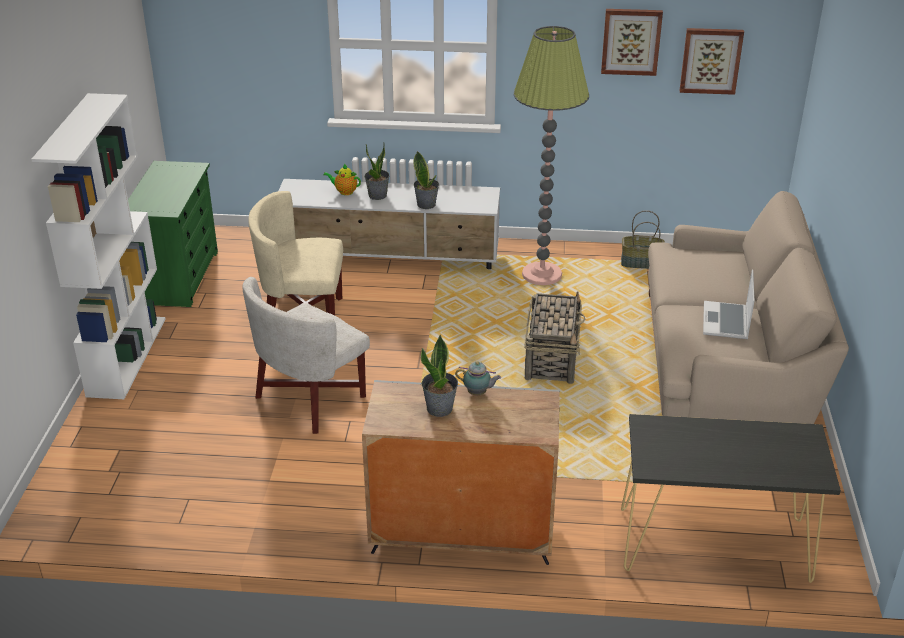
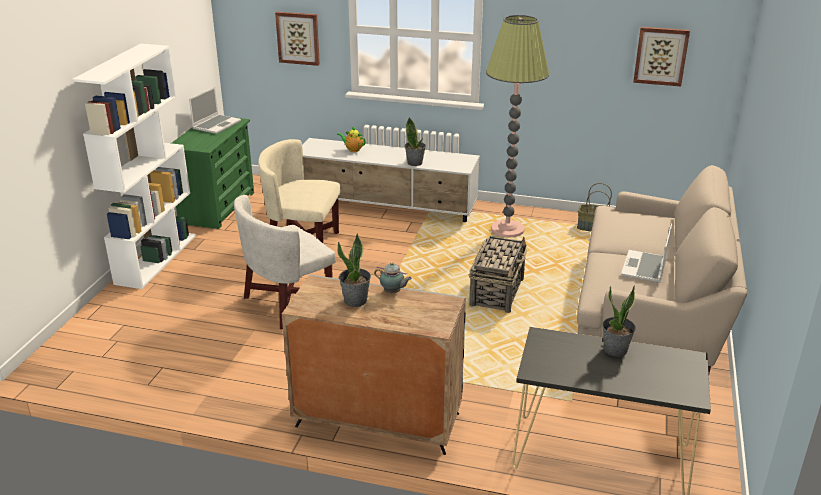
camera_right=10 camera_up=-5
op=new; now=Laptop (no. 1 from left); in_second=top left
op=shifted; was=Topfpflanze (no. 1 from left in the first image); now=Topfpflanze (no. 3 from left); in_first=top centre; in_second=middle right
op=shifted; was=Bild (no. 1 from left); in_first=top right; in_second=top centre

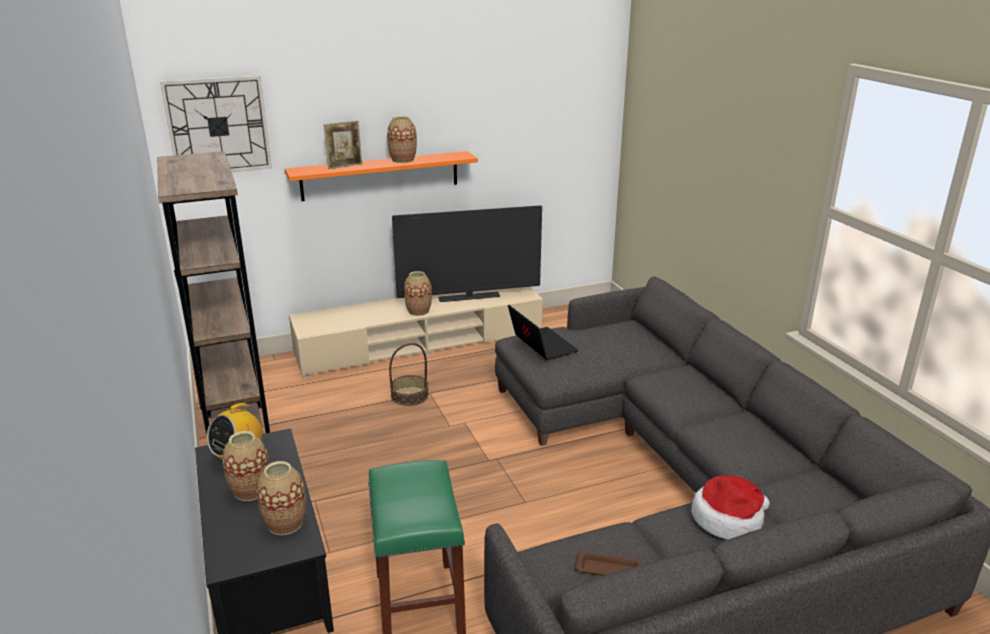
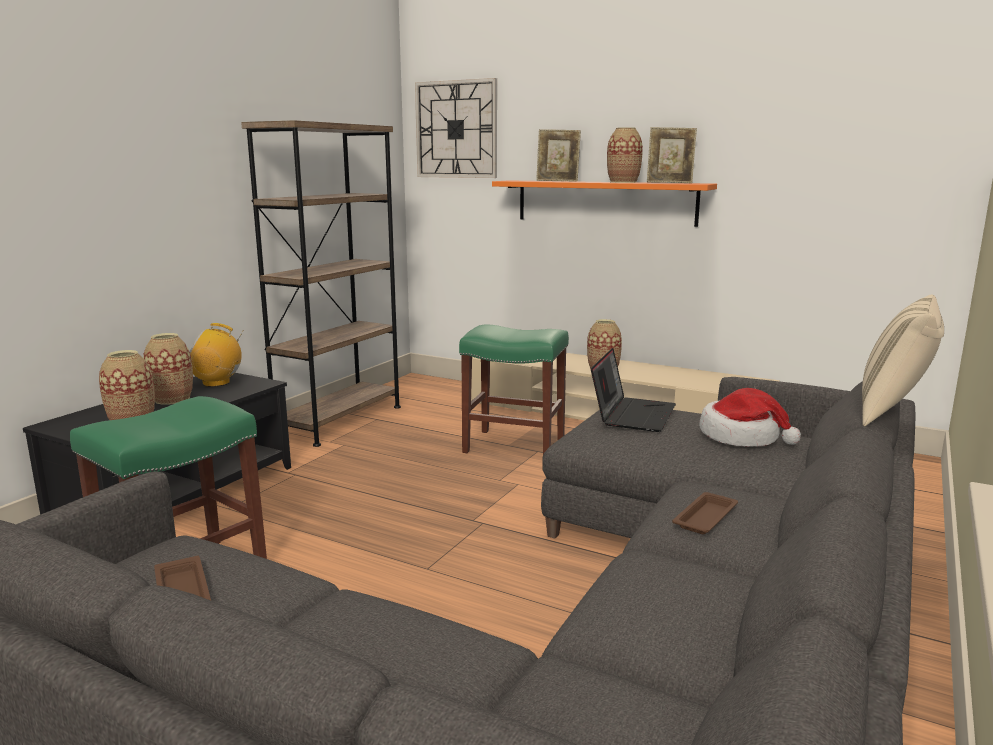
camera_right=50 camera_up=-10
op=gone; was=Fernseher; in_first=centre
op=new; now=Bilderrahmen (no. 2 from left); in_second=top right
op=new; now=Tablett (braun) (no. 2 from left); in_second=bottom right
op=new; now=Kissen (beige); in_second=middle right
op=shifted; was=Hut; in_first=bottom right; in_second=middle right
op=swapped; was=Korb; now=Hocker (grün) (no. 2 from left); in_first=centre; in_second=centre

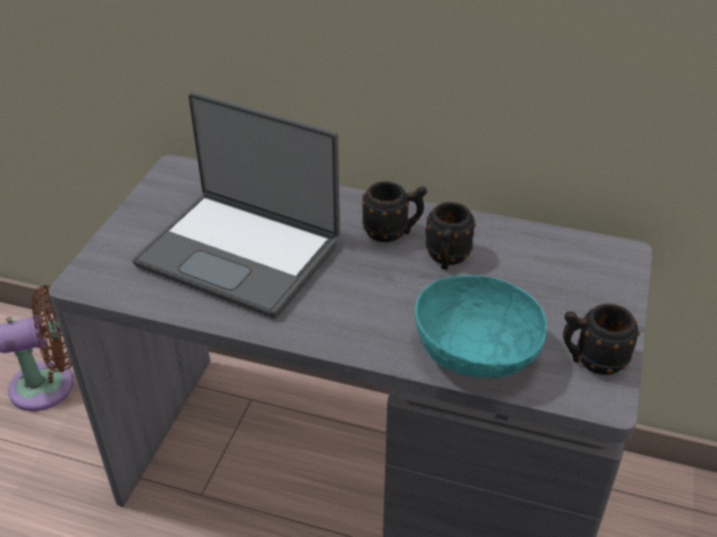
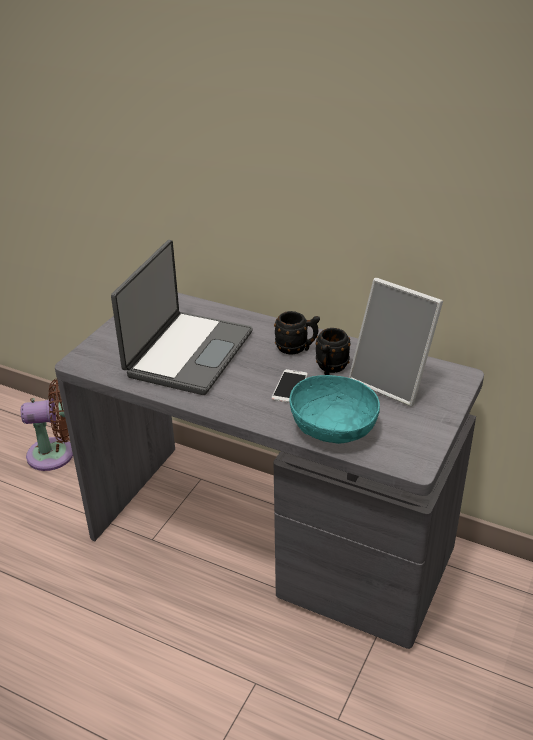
camera_right=10 camera_up=-5
op=gone; was=Henkelbecher (schwarz) (no. 3 from left); in_first=middle right
op=new; now=Handy; in_second=centre
op=new; now=Bilderrahmen; in_second=middle right
op=rotated; was=Laptop; in_first=middle left; in_second=centre; clockwise=-105

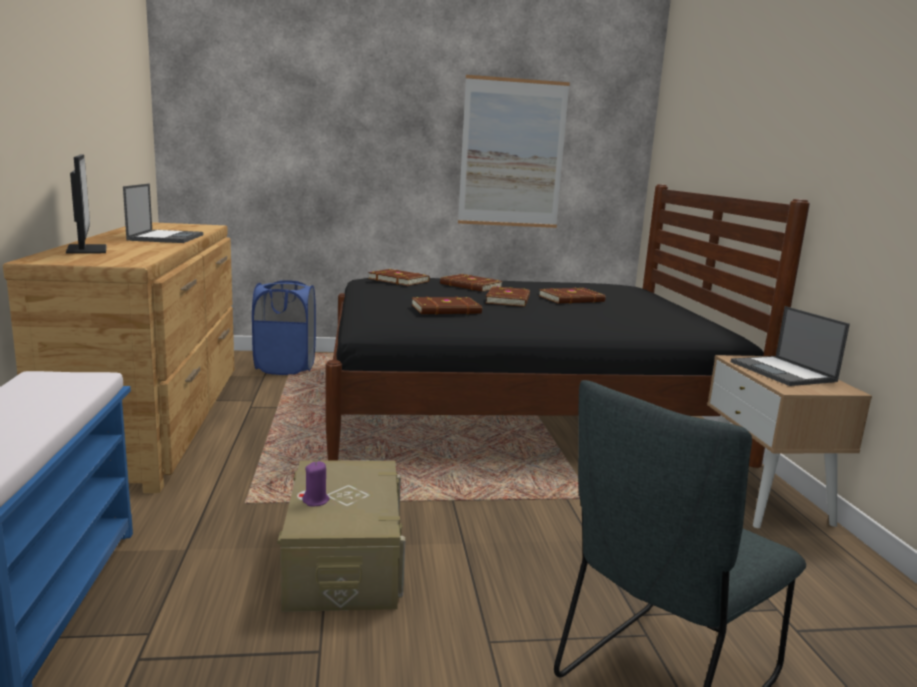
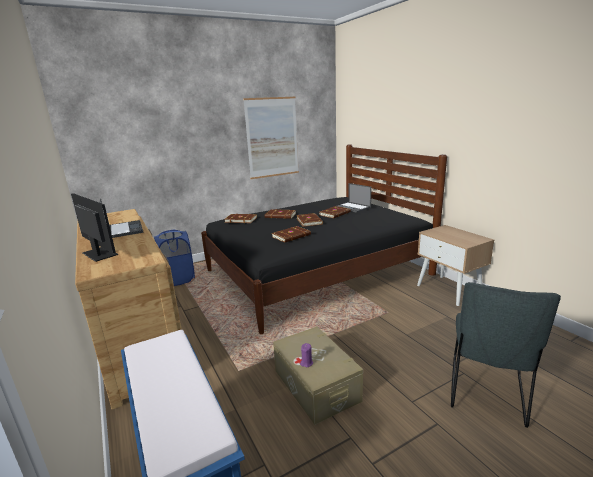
camera_right=-20 camera_up=5
op=shifted; was=Laptop (no. 2 from left); in_first=middle right; in_second=centre

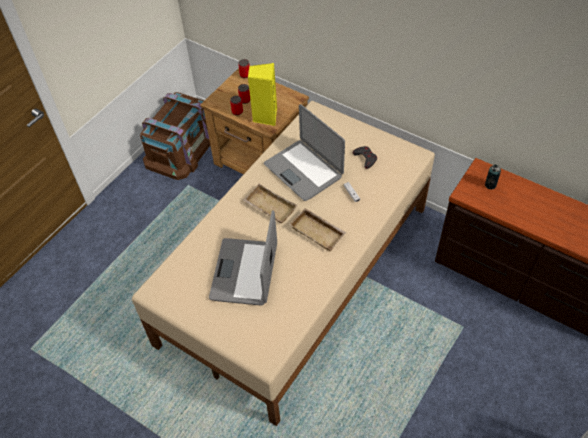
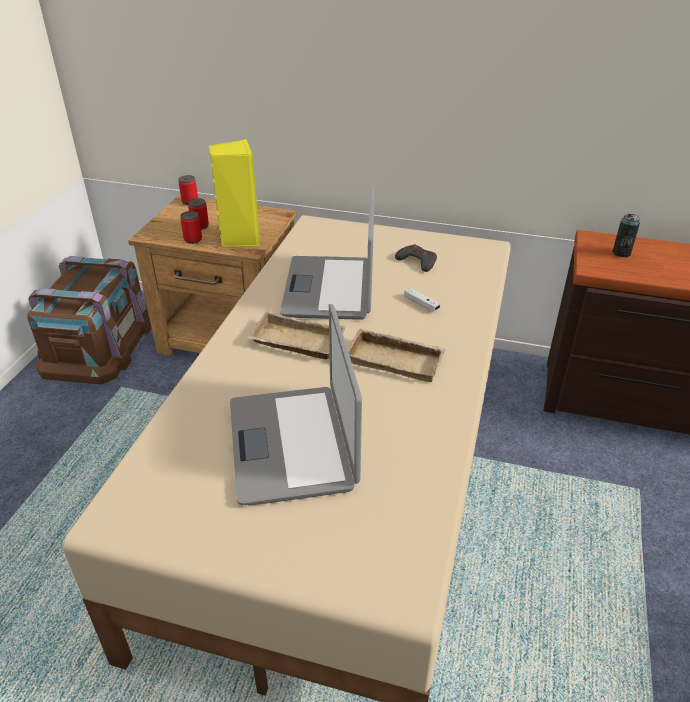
camera_right=-20 camera_up=-15
op=rotated; was=Laptop (no. 2 from left); in_first=centre; in_second=centre; clockwise=60

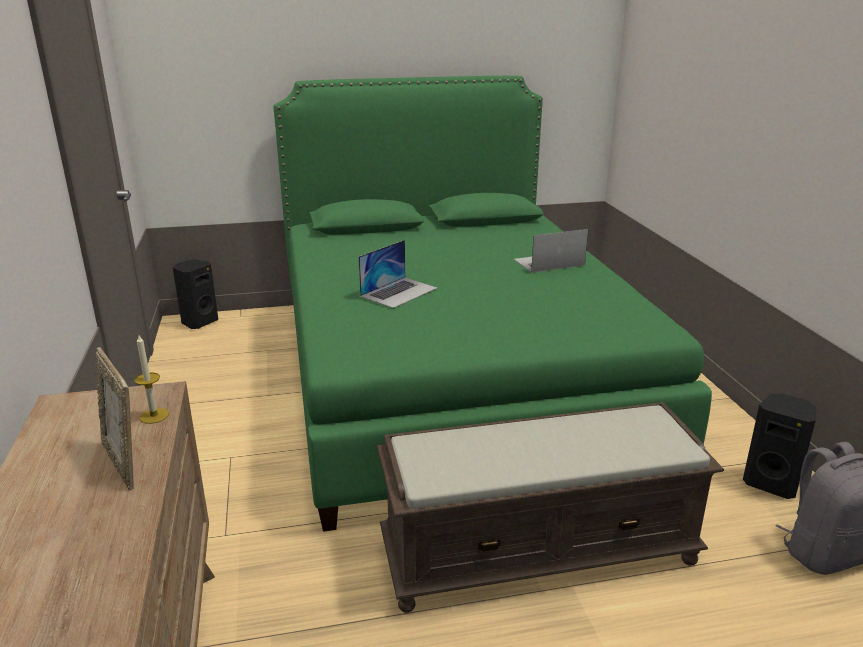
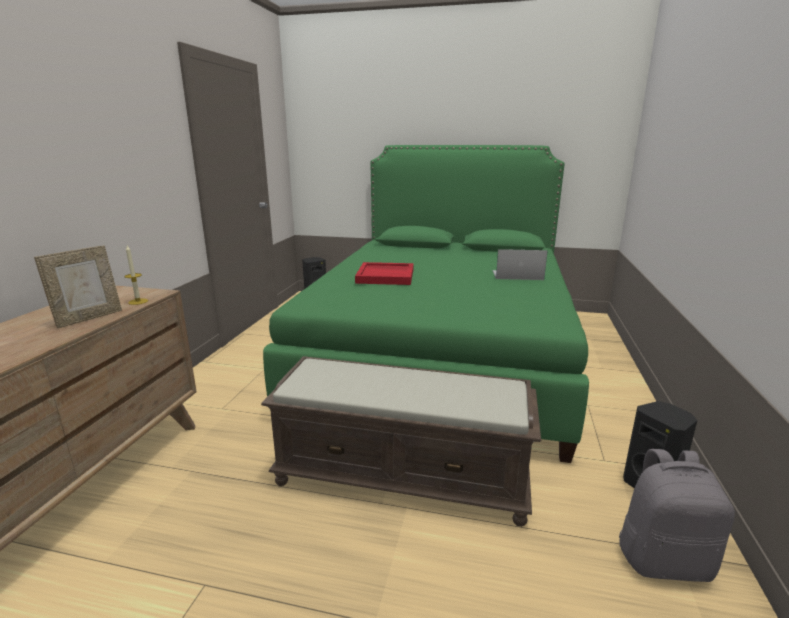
camera_right=25 camera_up=-5
op=swapped; was=Laptop (no. 1 from left); now=Tablett (rot); in_first=centre; in_second=centre
op=rotated; was=Bilderrahmen; in_first=middle left; in_second=middle left; clockwise=-135

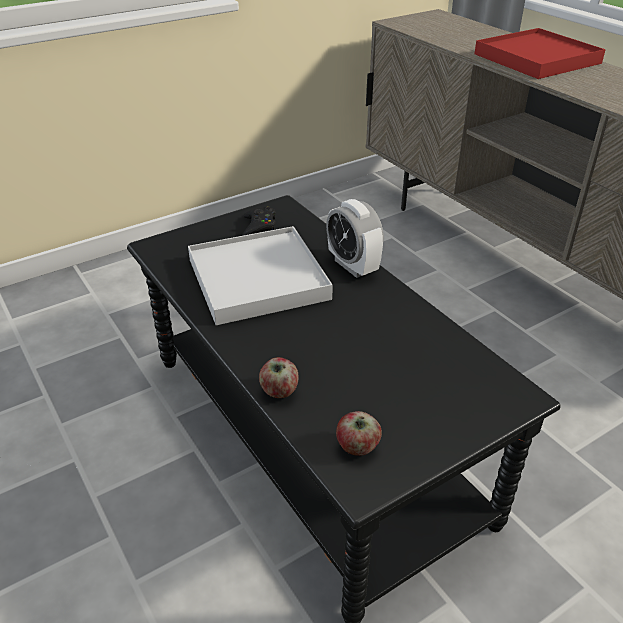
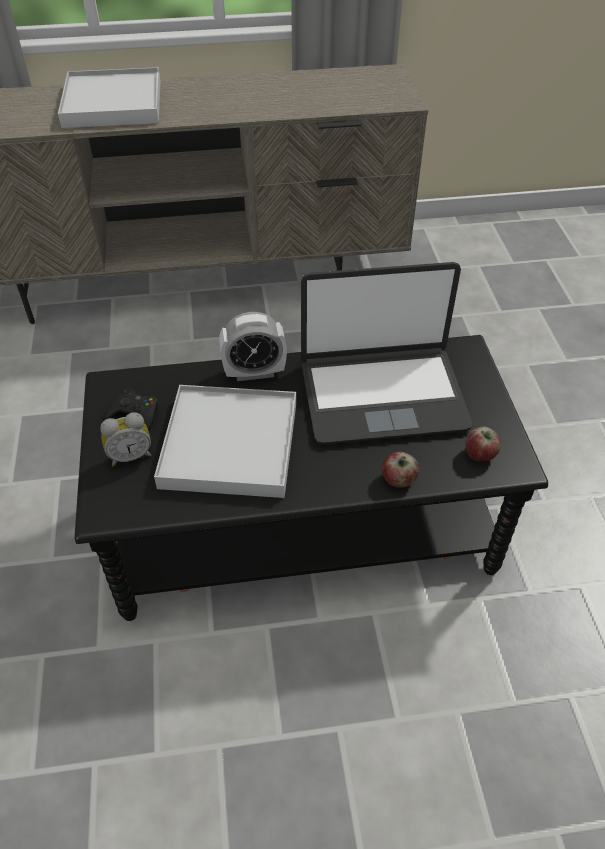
camera_right=-65 camera_up=10
op=new; now=Wecker (no. 1 from left); in_second=middle left
op=new; now=Laptop; in_second=centre
op=repainted; was=Tablett (rot); now=Tablett (weiß) (no. 1 from left); in_first=top right; in_second=top left

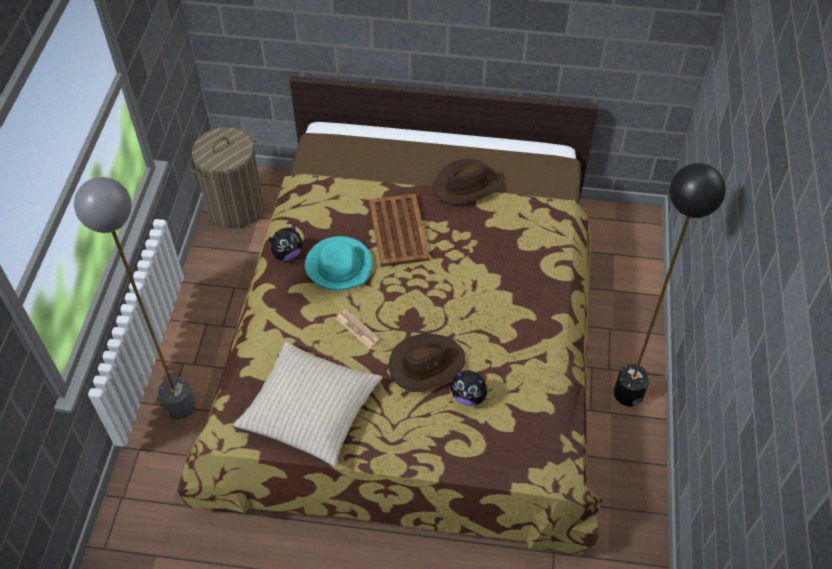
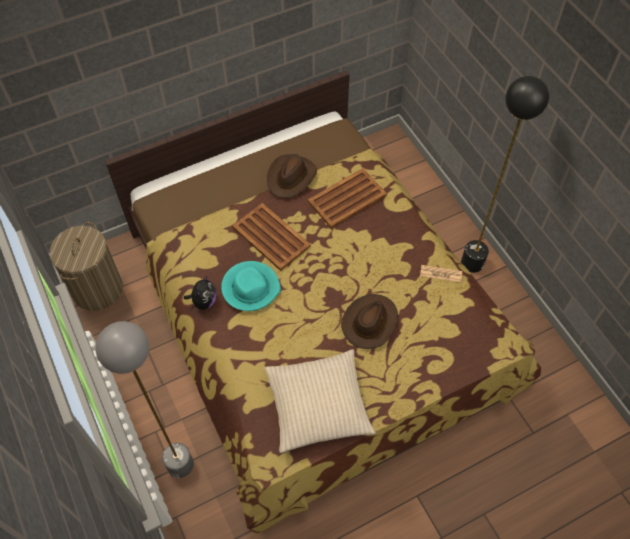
camera_right=-35 camera_up=5
op=gone; was=Plüschtier (no. 2 from left); in_first=bottom centre
op=new; now=Tablett (braun) (no. 2 from left); in_second=centre
op=shifted; was=Zeitung; in_first=centre; in_second=middle right

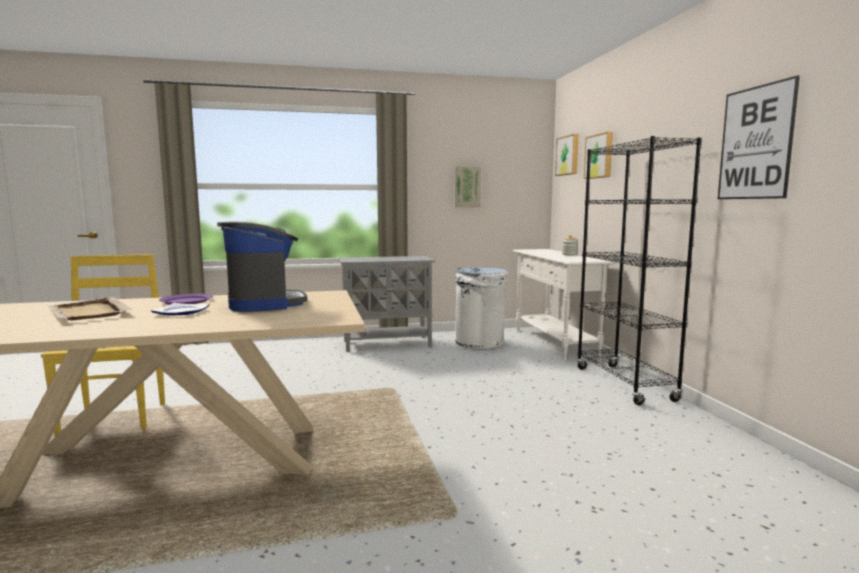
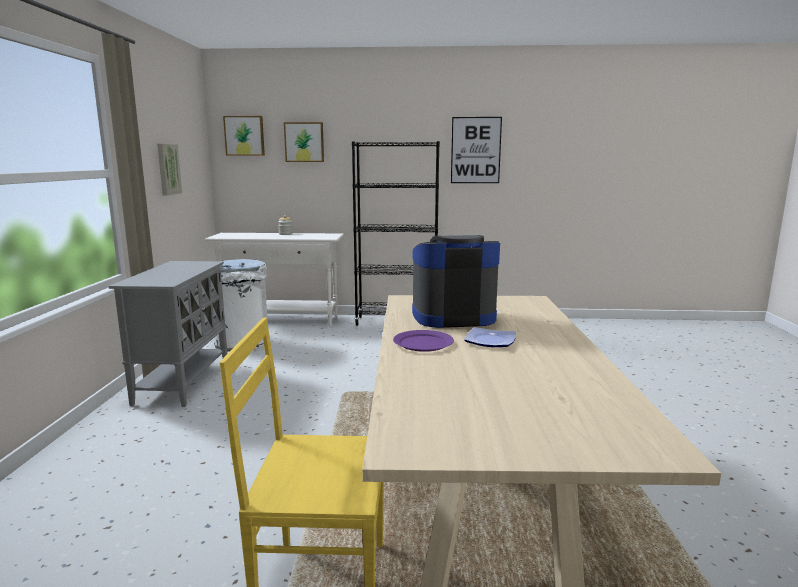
camera_right=-75 camera_up=5
op=gone; was=Tablett (beige); in_first=middle left

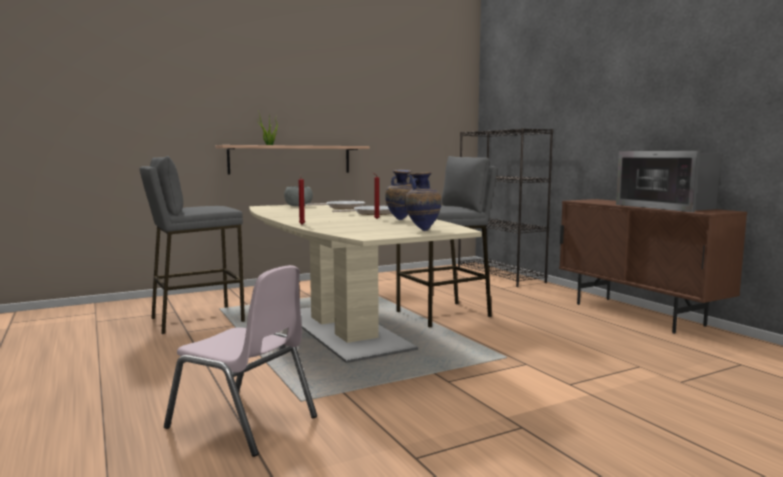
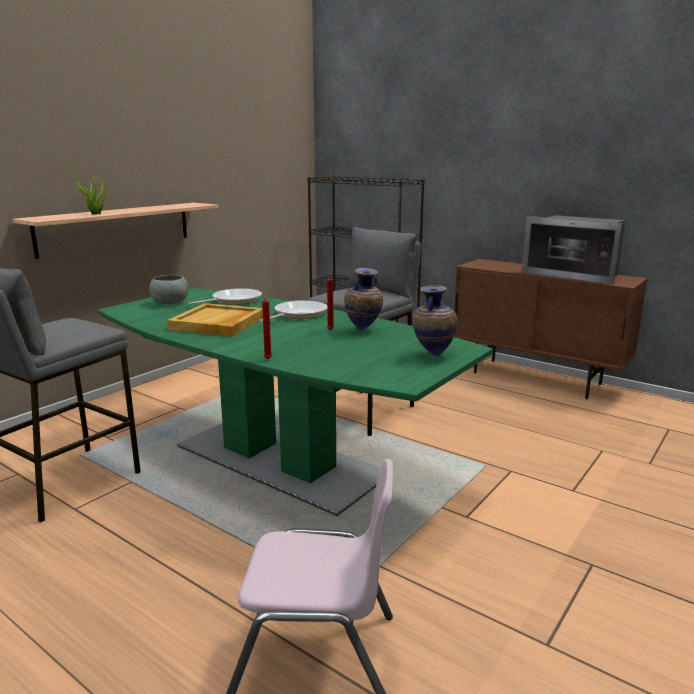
camera_right=-25 camera_up=10
op=new; now=Tablett (beige); in_second=middle left
op=repainted; was=Esstisch (beige); now=Esstisch (grün); in_first=centre; in_second=centre

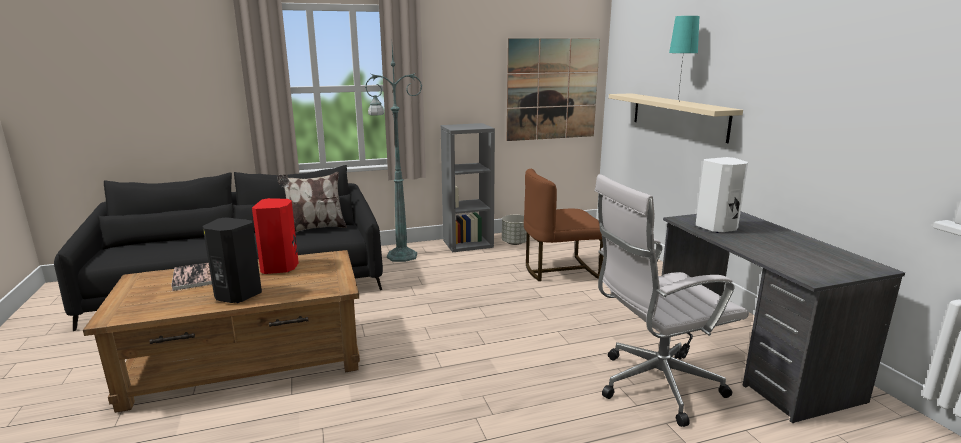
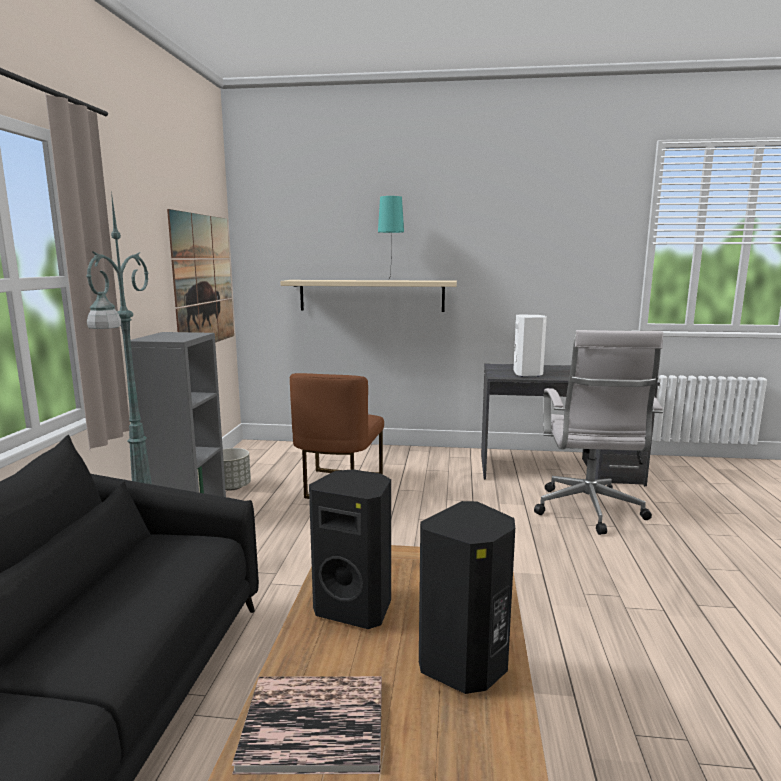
camera_right=-65 camera_up=-5
op=gone; was=Kissen; in_first=middle left
op=repainted; was=Lautsprecher (rot); now=Lautsprecher (schwarz) (no. 1 from left); in_first=middle left; in_second=bottom centre

